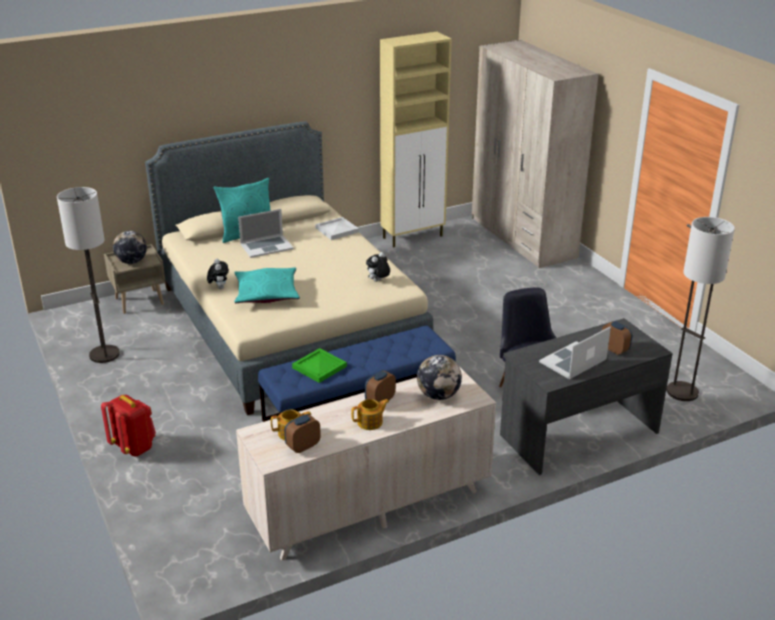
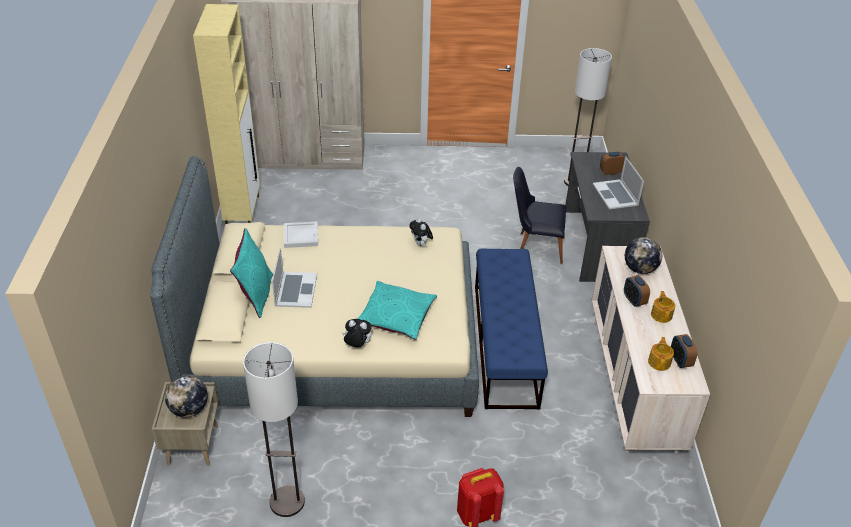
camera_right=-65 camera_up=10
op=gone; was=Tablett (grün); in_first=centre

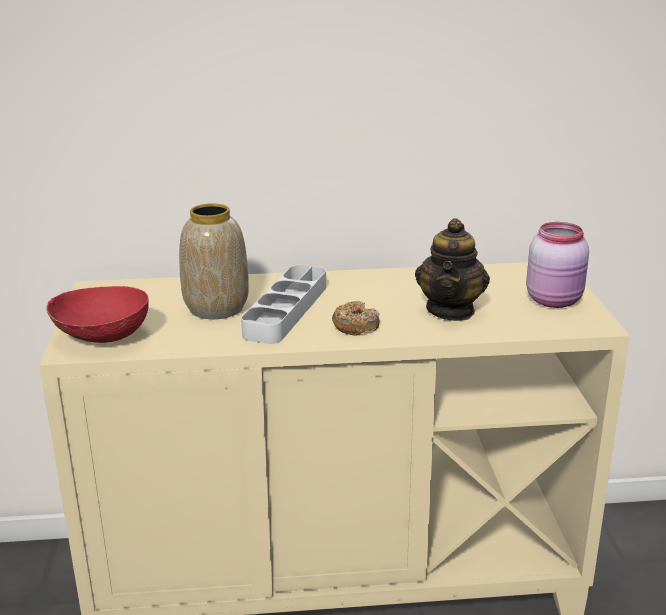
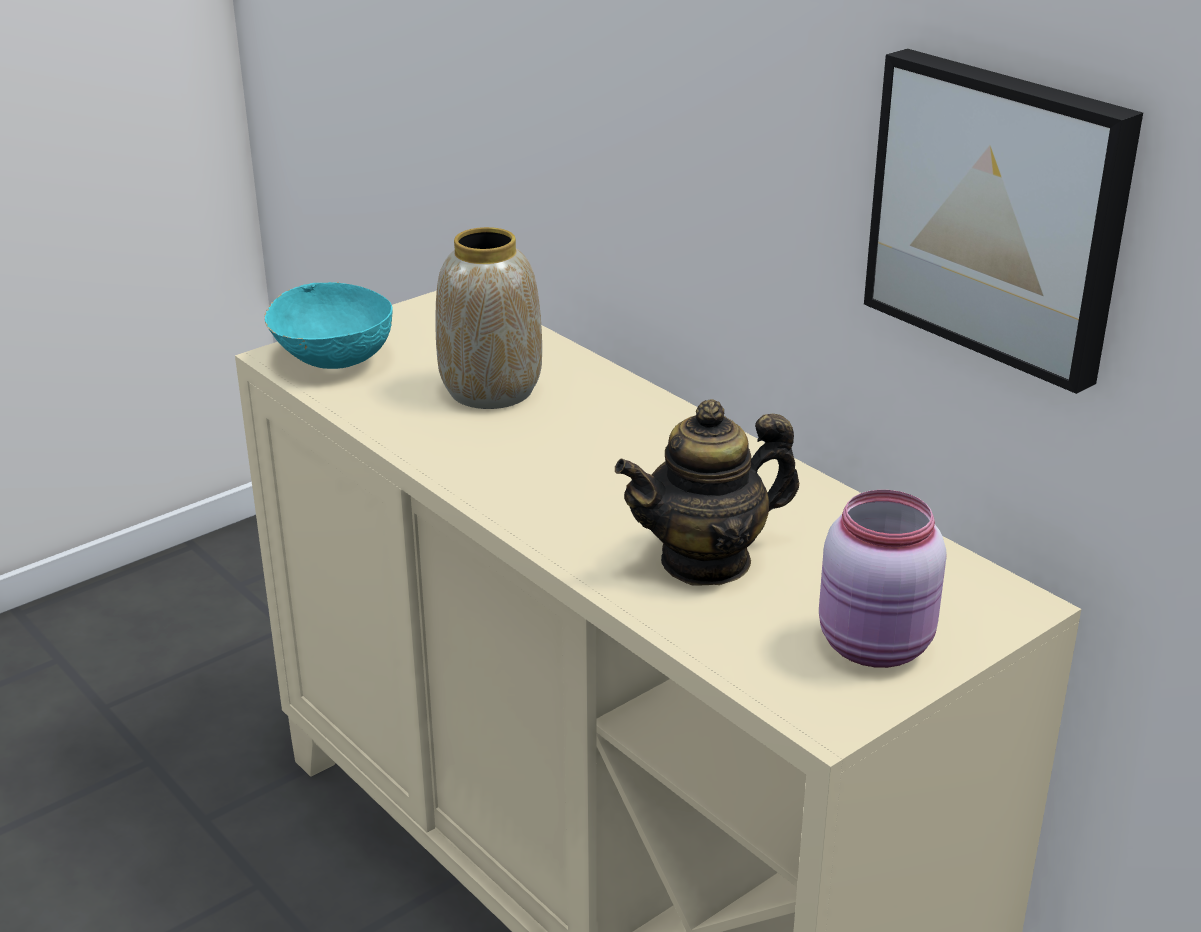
camera_right=55 camera_up=5
op=gone; was=Tablett (grau); in_first=centre
op=gone; was=Donut; in_first=centre
op=new; now=Bild; in_second=top right
op=repainted; was=Schüssel (rot); now=Schüssel (türkis); in_first=middle left; in_second=middle left

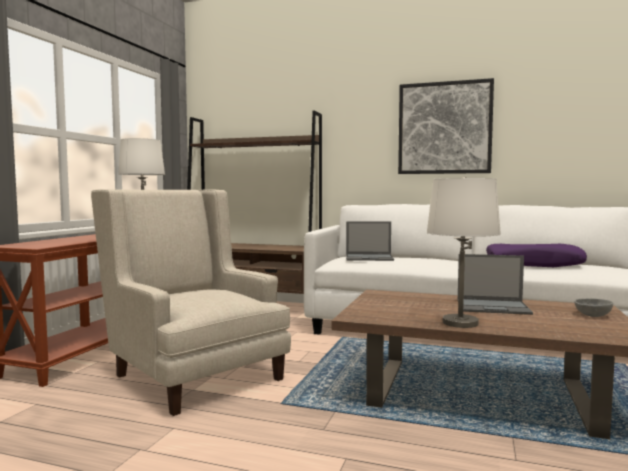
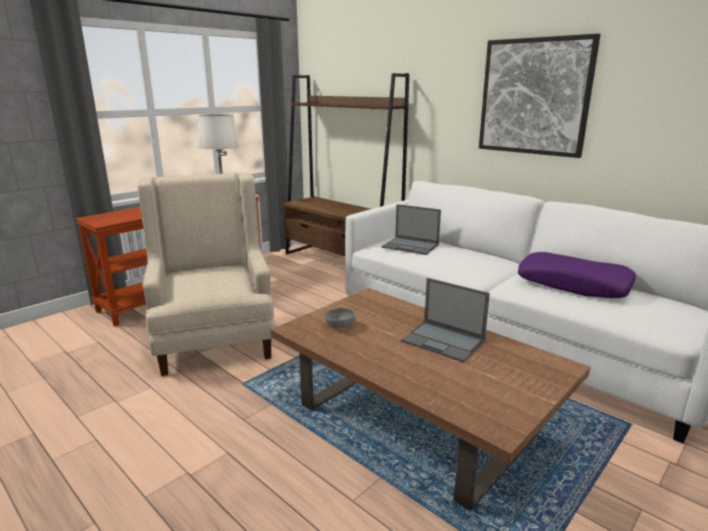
camera_right=25 camera_up=15
op=gone; was=Tischlampe (weiß) (no. 2 from left); in_first=middle right
op=shifted; was=Schüssel (grau); in_first=middle right; in_second=centre

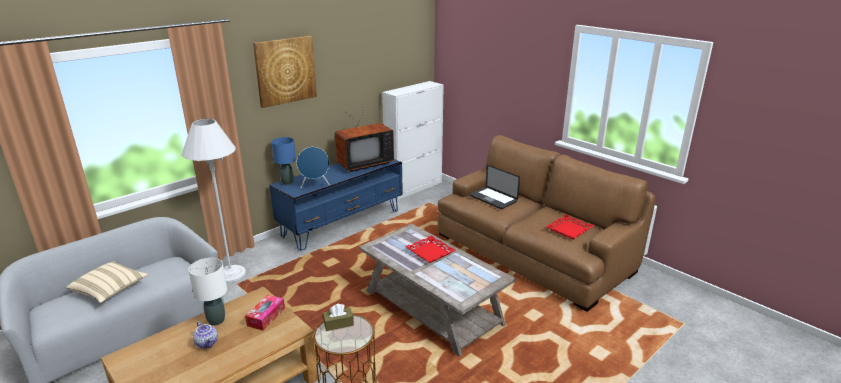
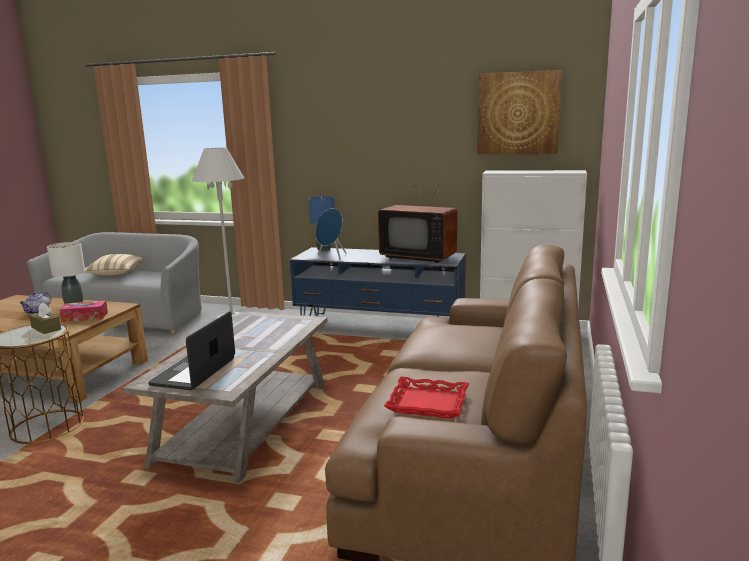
camera_right=60 camera_up=-10
op=gone; was=Tablett (rot) (no. 1 from left); in_first=centre
op=shifted; was=Bild; in_first=top centre; in_second=top right
op=shifted; was=Laptop; in_first=centre; in_second=middle left

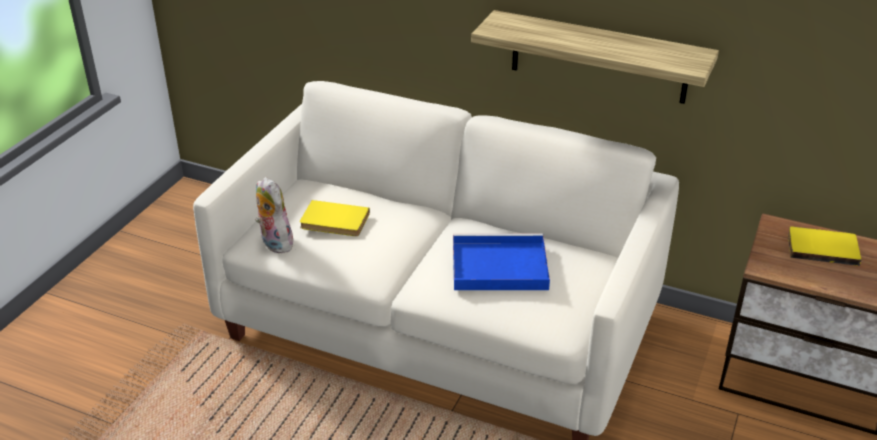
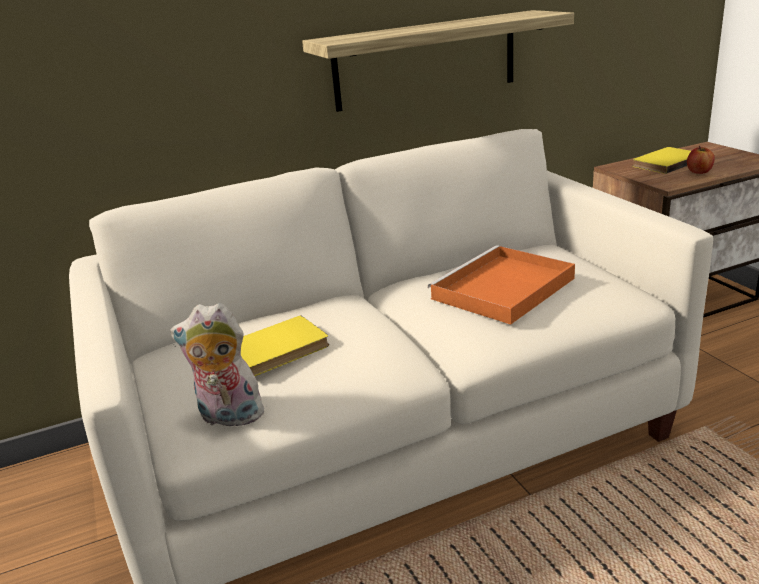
camera_right=-45 camera_up=-10
op=new; now=Apfel; in_second=top right
op=repainted; was=Tablett (blau); now=Tablett (orange); in_first=centre; in_second=centre

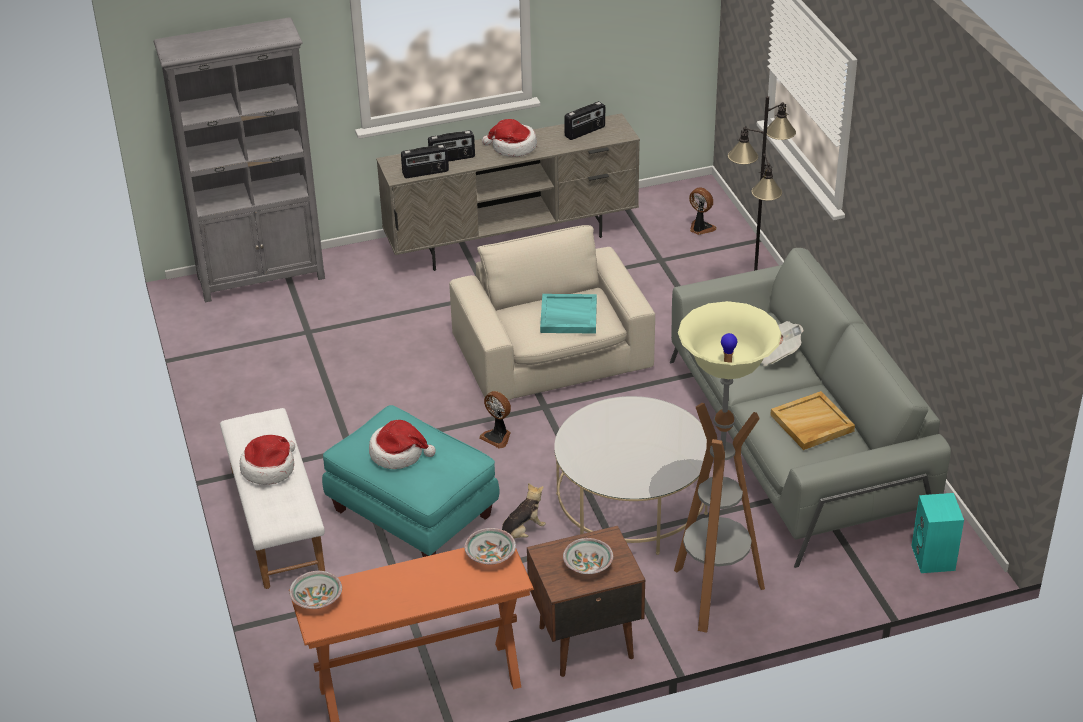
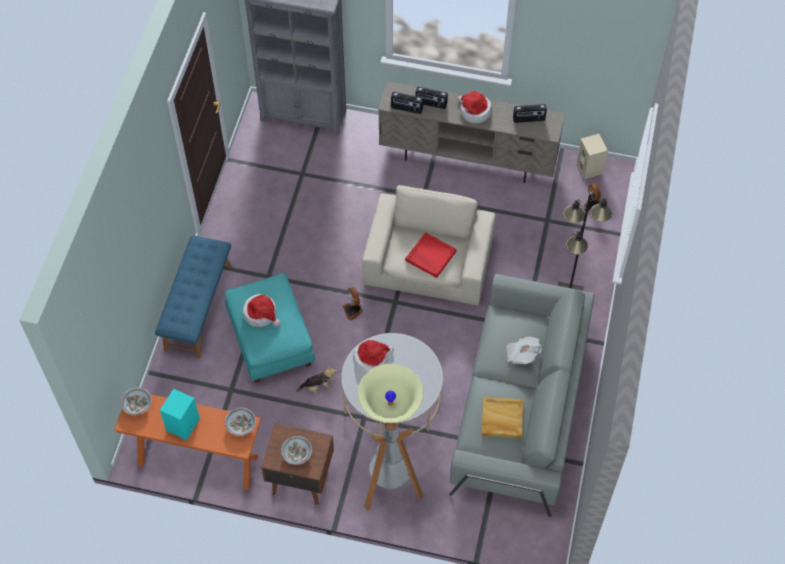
camera_right=30 camera_up=20
op=new; now=Lautsprecher (beige); in_second=top right
op=shifted; was=Hut (no. 1 from left in the first image); now=Hut (no. 2 from left); in_first=middle left; in_second=centre
op=shifted; was=Lautsprecher (türkis); in_first=bottom right; in_second=bottom left
op=repainted; was=Bank (weiß); now=Bank (blau); in_first=bottom left; in_second=middle left
op=repainted; was=Tablett (türkis); now=Tablett (rot); in_first=centre; in_second=centre

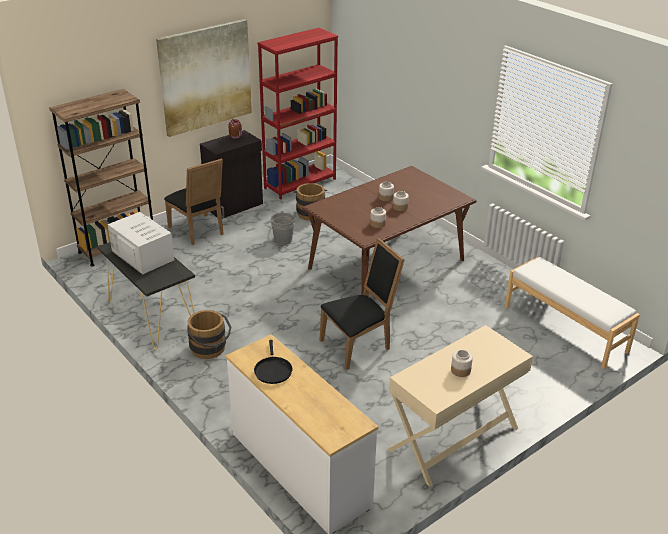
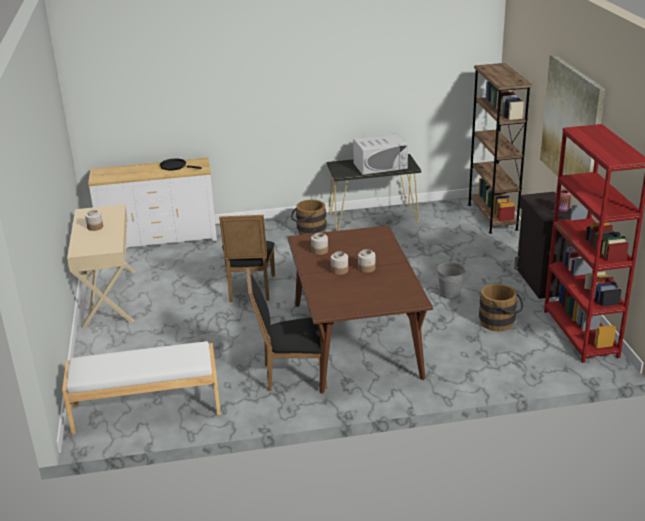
camera_right=120 camera_up=-5
op=shifted; was=Stuhl (schwarz) (no. 1 from left in the first image); now=Stuhl (schwarz) (no. 2 from left); in_first=middle left; in_second=centre

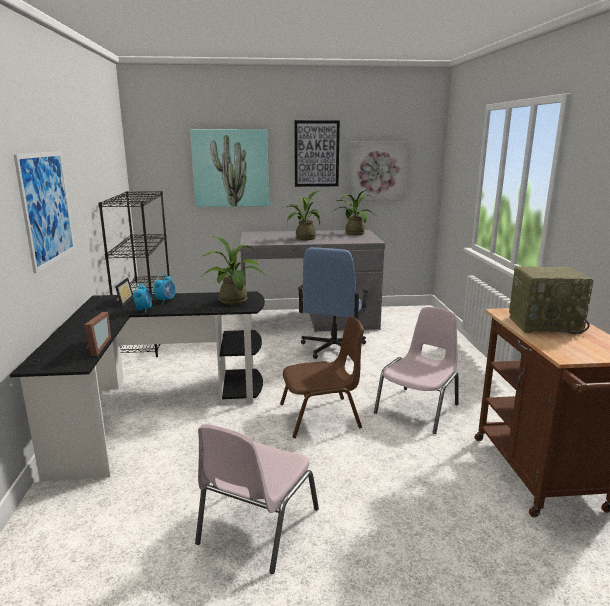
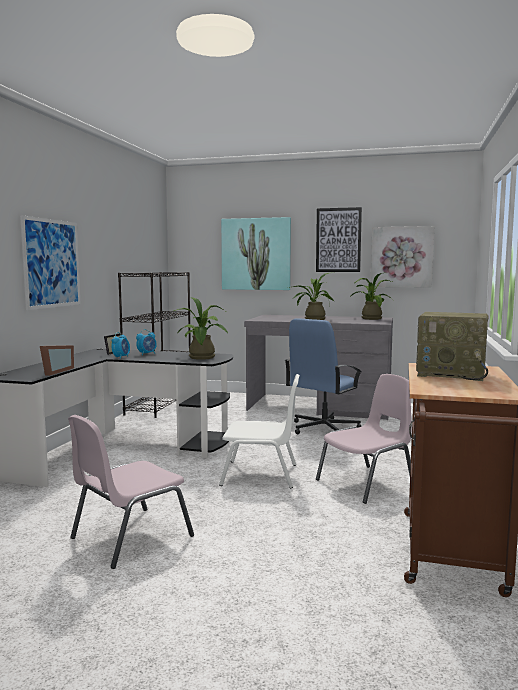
camera_right=20 camera_up=-10
op=repainted; was=Stuhl (braun); now=Stuhl (weiß); in_first=centre; in_second=centre

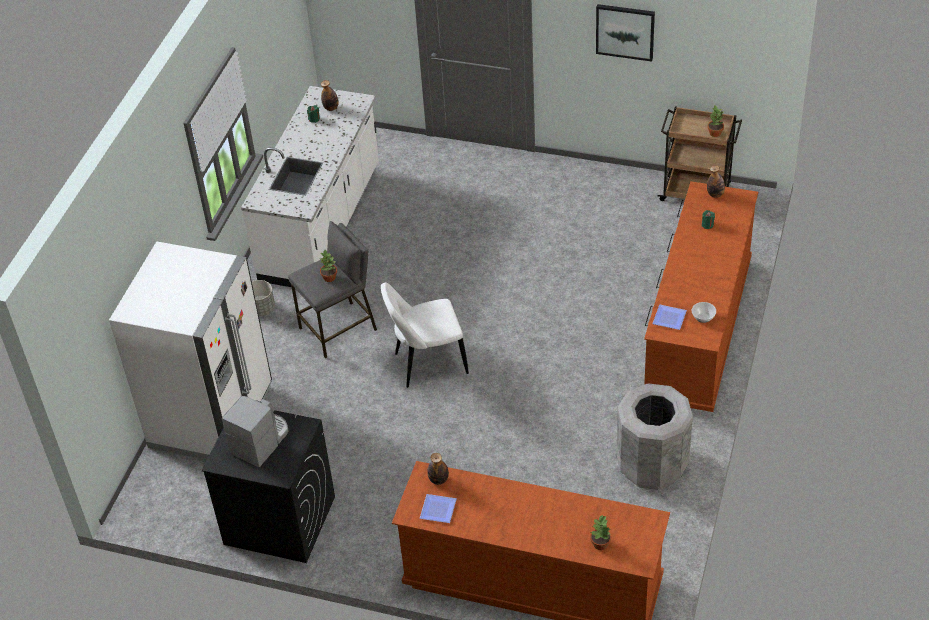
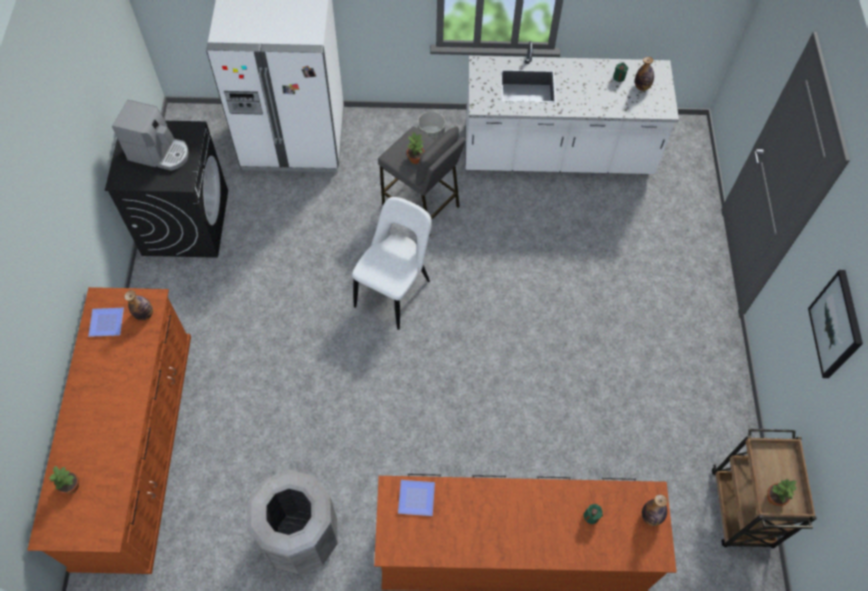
camera_right=70 camera_up=15
op=gone; was=Schüssel; in_first=middle right
op=rotated; was=Stuhl (weiß); in_first=centre; in_second=centre; clockwise=60

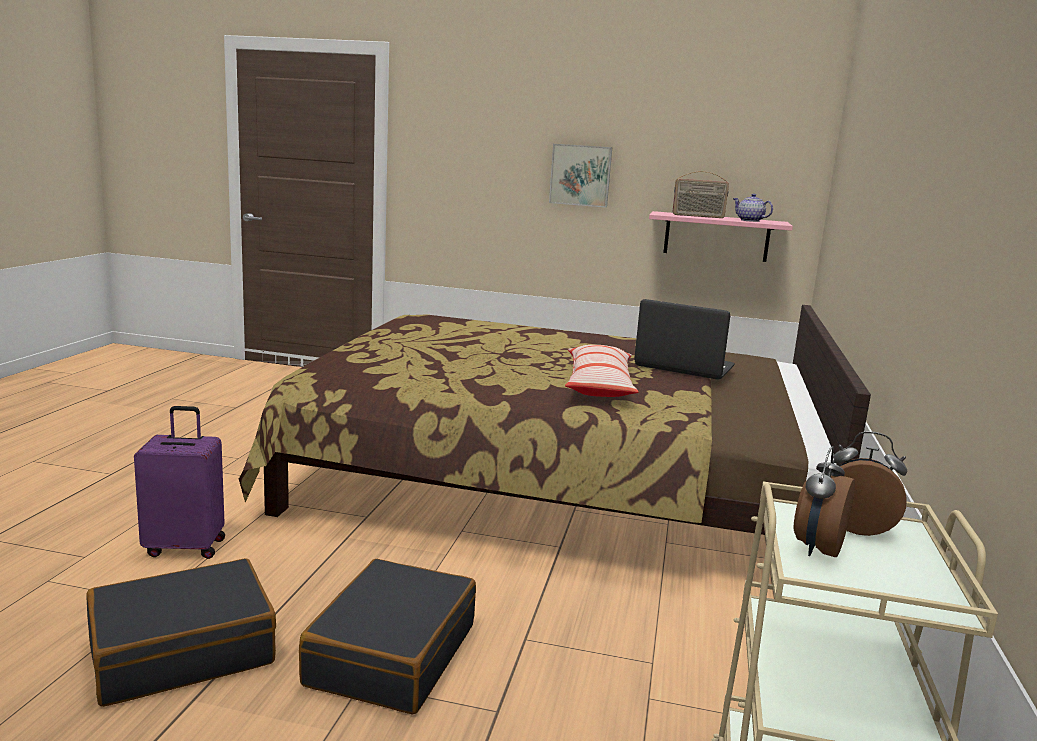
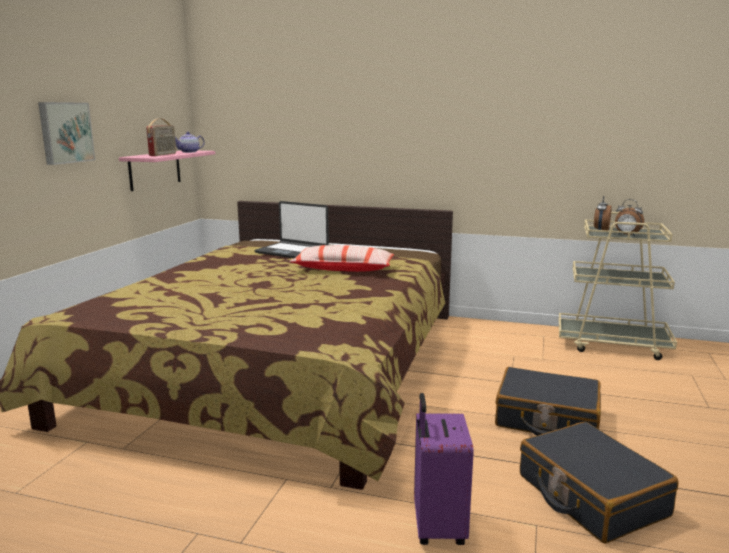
camera_right=-85 camera_up=0
op=rotated; was=Laptop; in_first=centre; in_second=centre; clockwise=-90

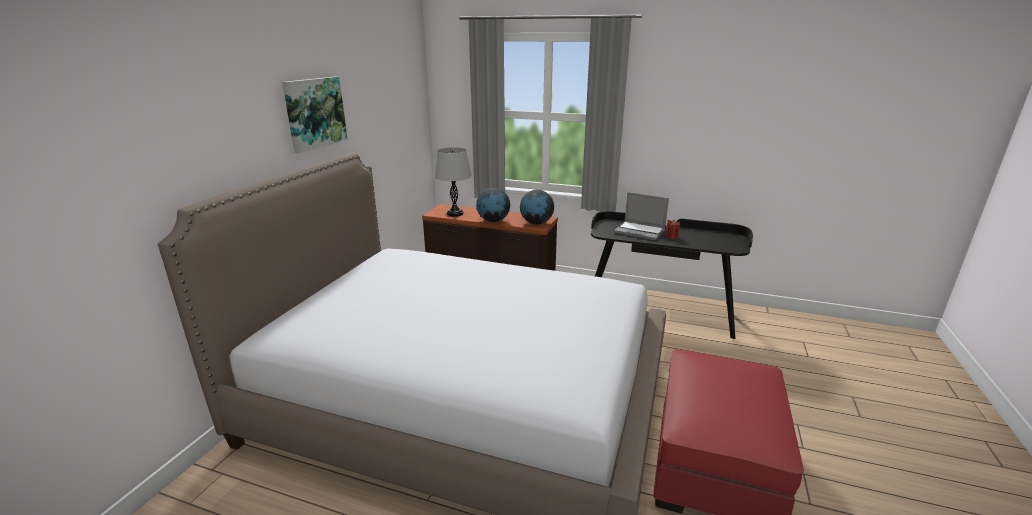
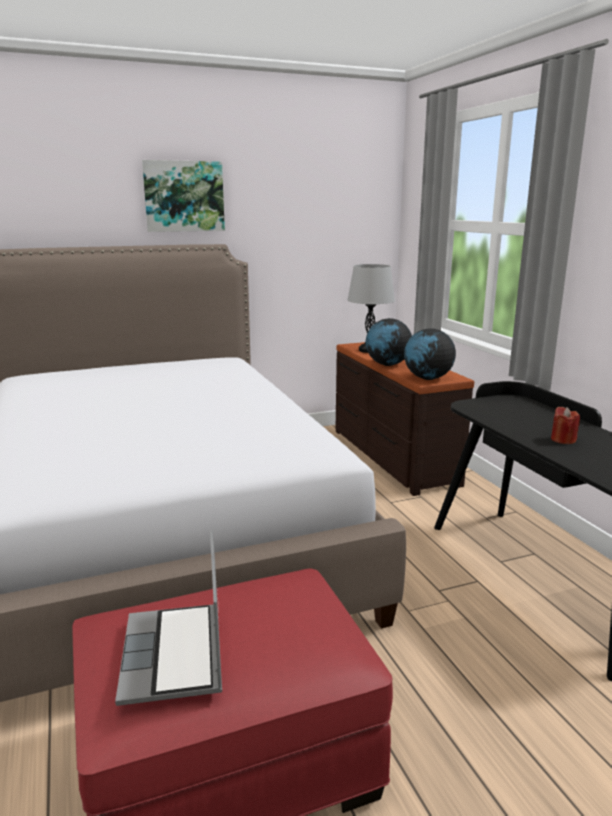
camera_right=50 camera_up=-5
op=shifted; was=Laptop; in_first=centre; in_second=bottom left

